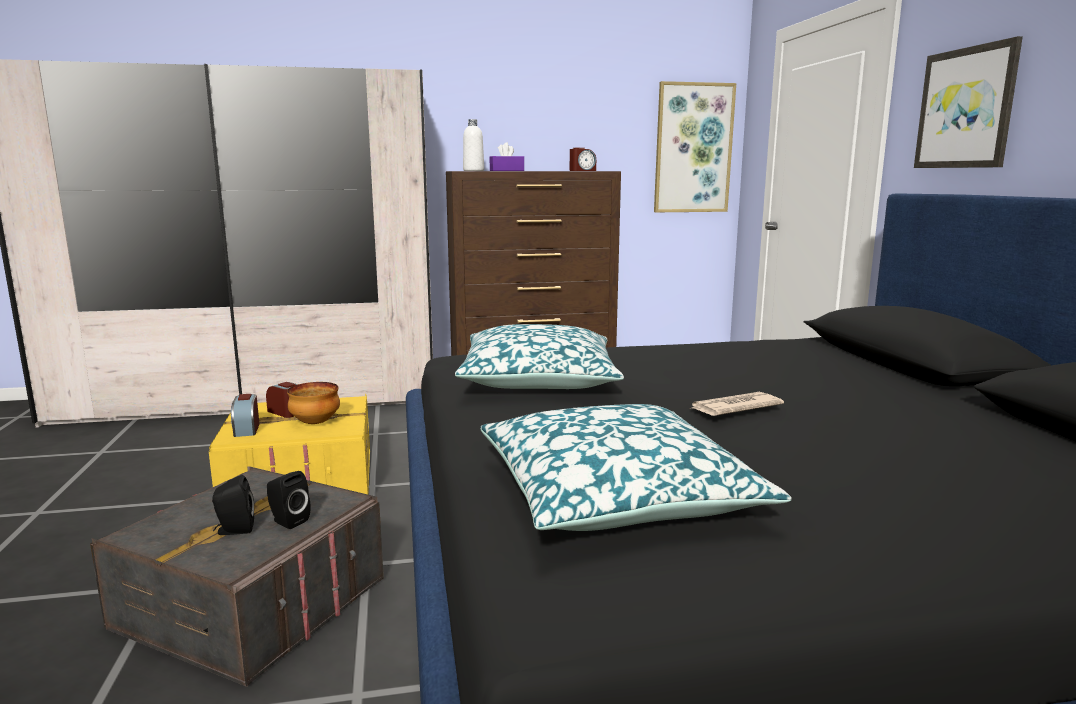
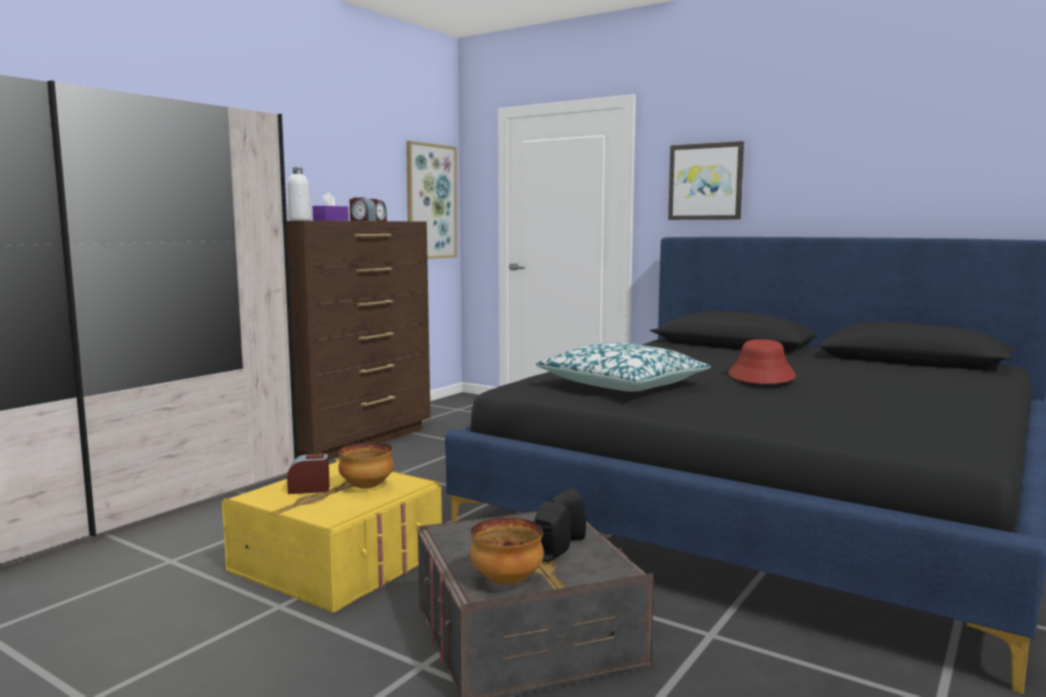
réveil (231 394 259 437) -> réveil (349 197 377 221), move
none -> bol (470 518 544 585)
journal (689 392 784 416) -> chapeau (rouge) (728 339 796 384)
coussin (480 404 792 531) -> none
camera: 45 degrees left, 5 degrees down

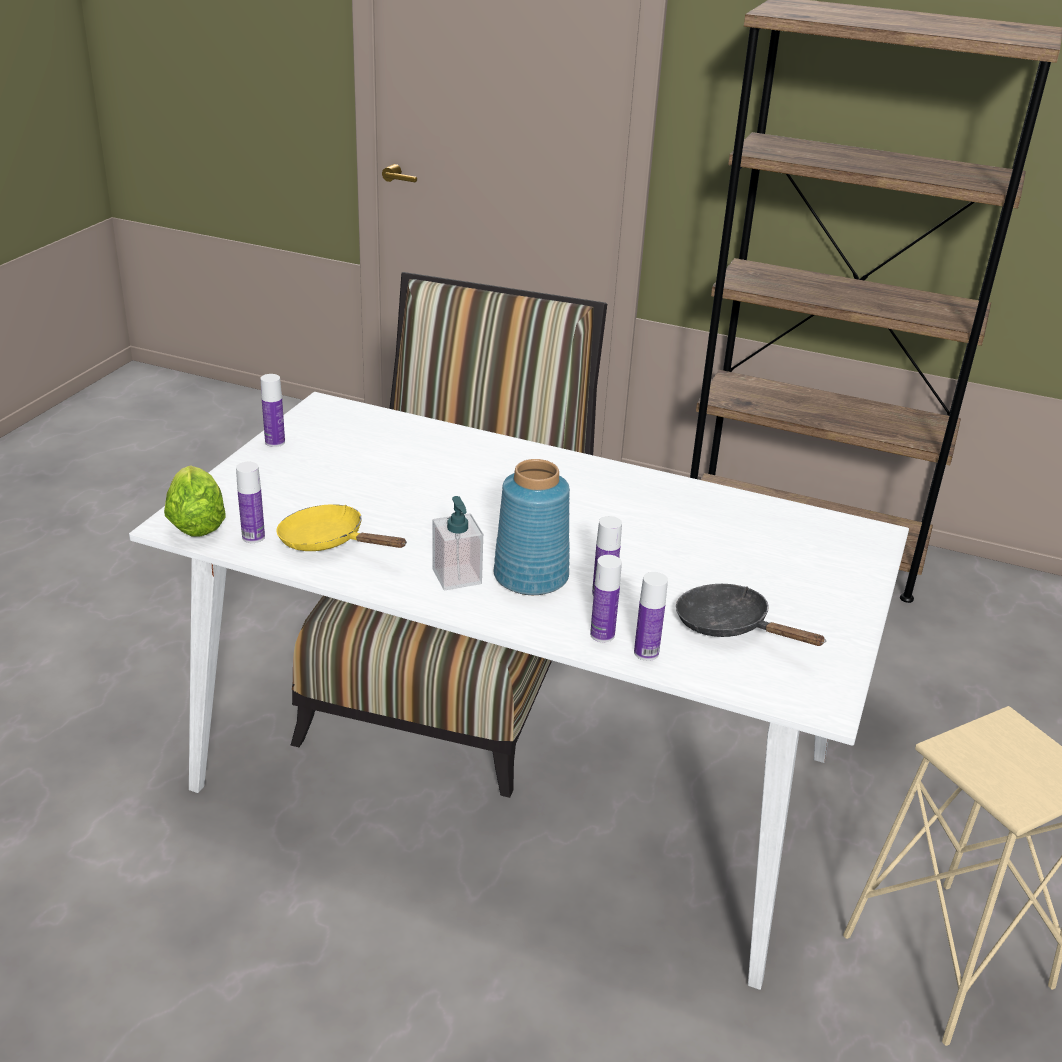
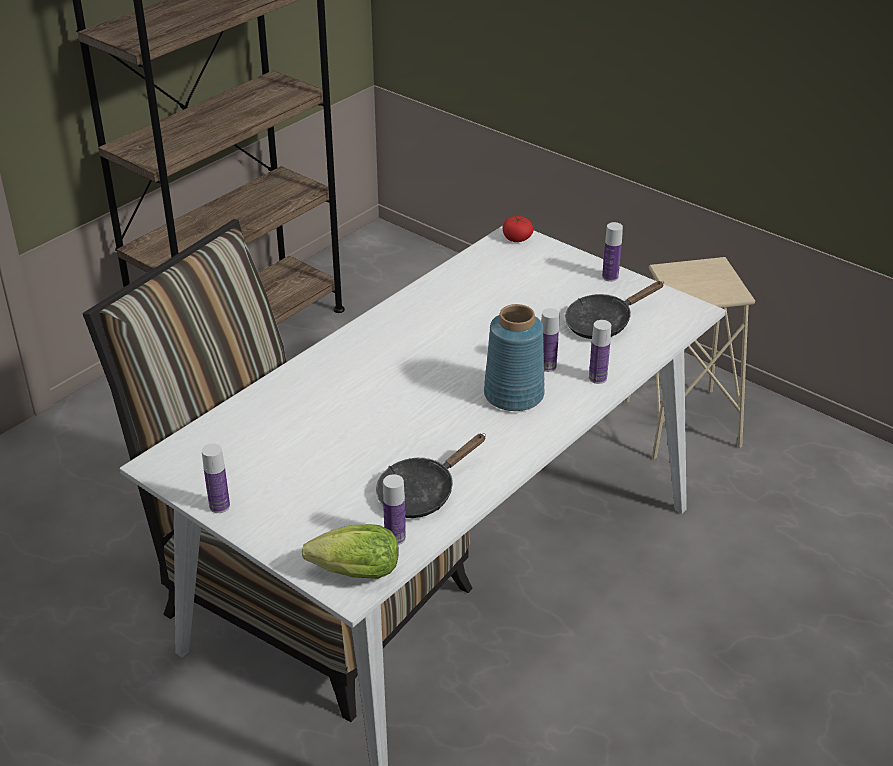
poêle (jaune) (277 504 407 551) -> poêle (noir) (376 433 486 518)
none -> tomate (503 216 533 242)
bouteille (634 572 668 661) -> bouteille (602 222 623 282), move
distributeur de savon (432 496 483 590) -> none
camera: 70 degrees left, 5 degrees up

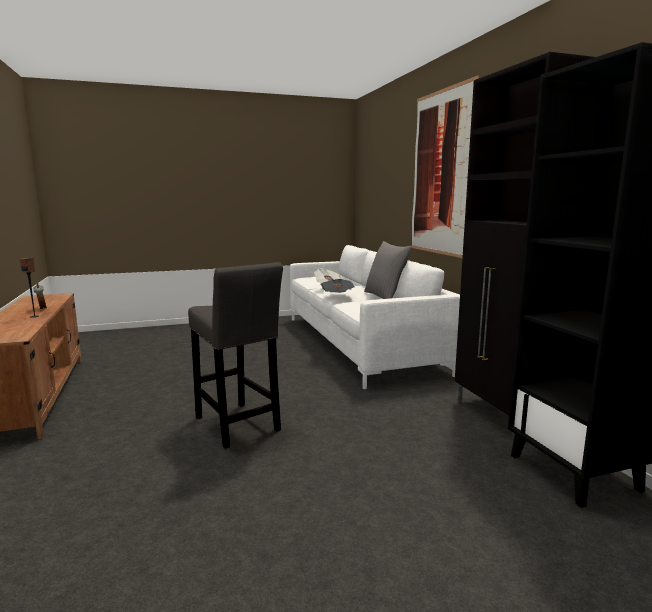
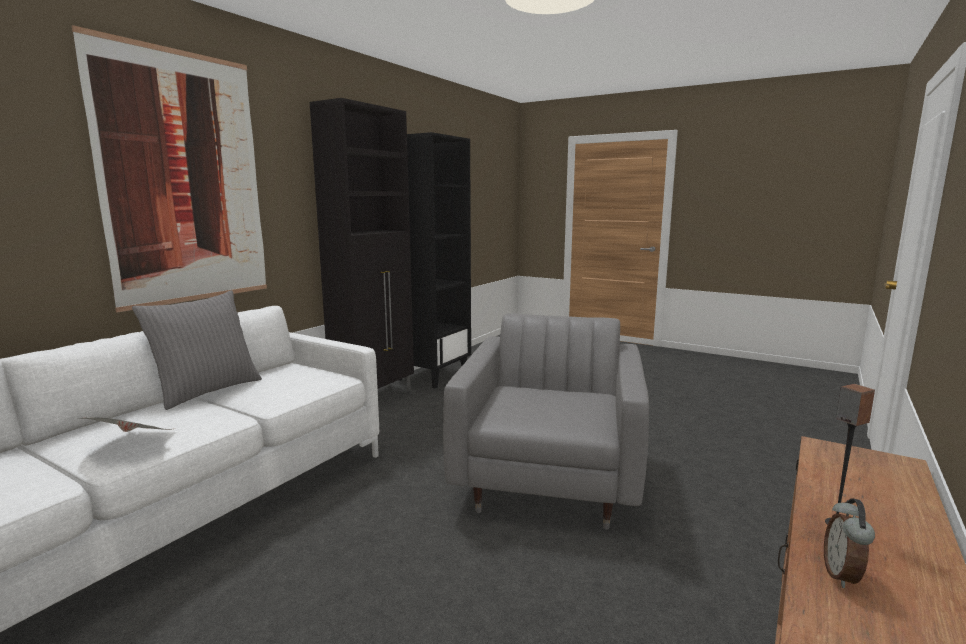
tabouret (gris) (188 262 283 449) -> fauteuil (gris) (443 313 649 530)
journal (321 279 355 293) -> none
camera: 130 degrees left, 0 degrees up

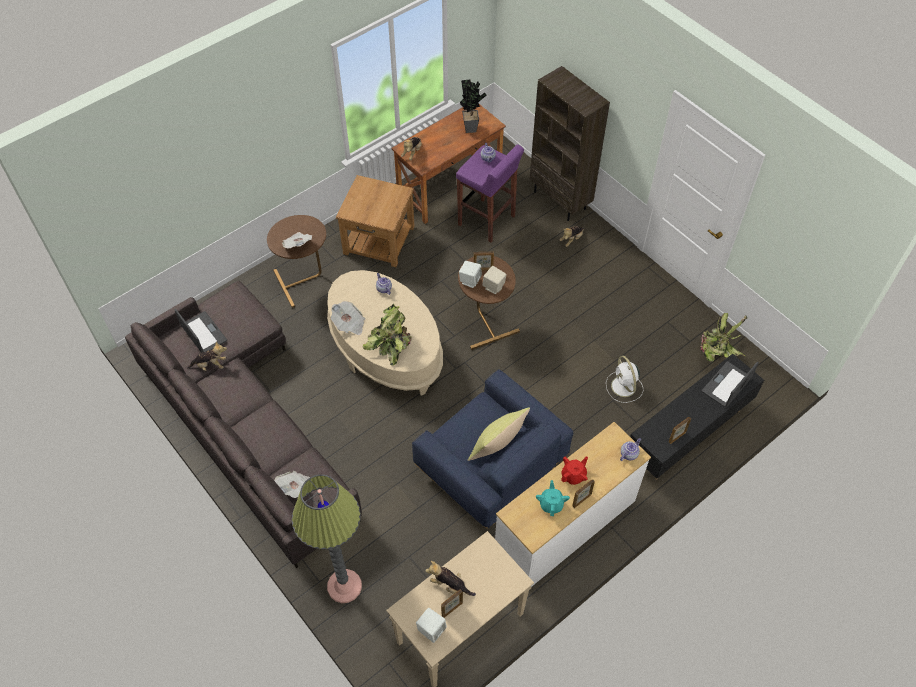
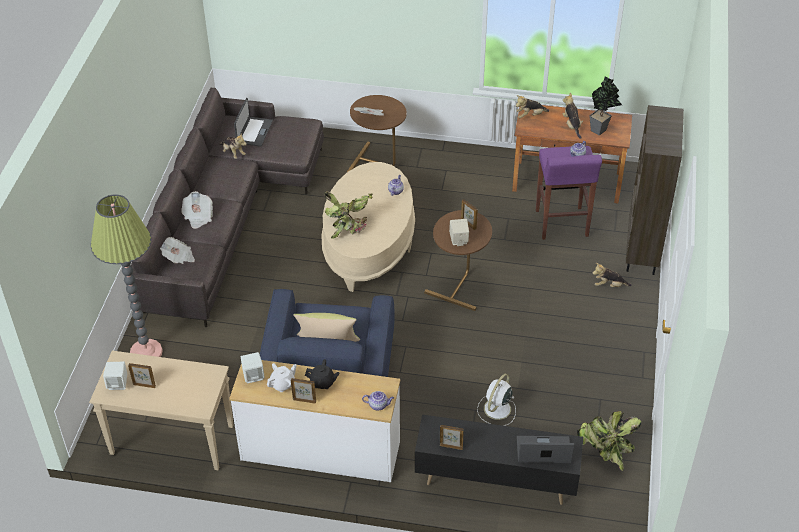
journal (331 301 365 335) -> journal (181 191 213 229), move
enceinte (blanc) (459 261 482 288) -> enceinte (blanc) (241 352 265 383), move
théière (turquoise) (536 480 570 516) -> théière (blanc) (267 363 297 392)
théière (rouge) (561 456 588 485) -> théière (noir) (305 359 339 389)
peluche (425 561 476 596) -> peluche (563 93 583 139), move
table d'appoint (marron) (336 175 415 267) -> none
camera: 50 degrees right, 10 degrees down

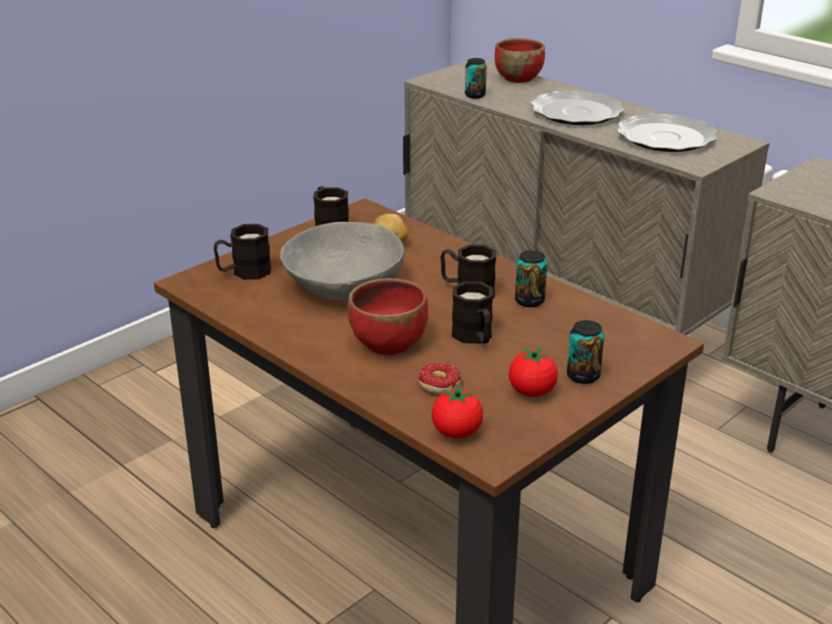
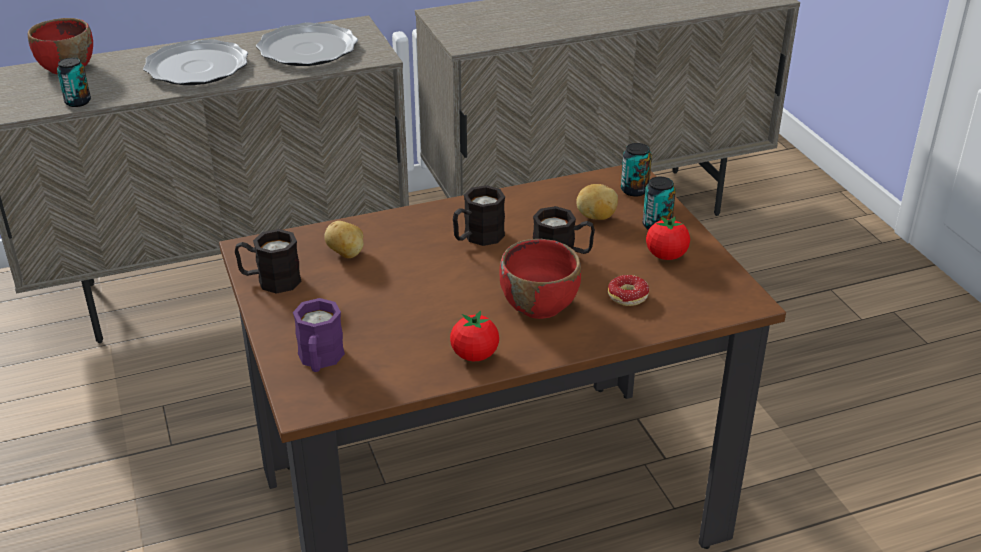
mug (noir) (214 224 271 280) -> mug (violet) (293 298 345 372)
tomate (431 385 483 439) -> tomate (450 310 499 361), move
none -> pomme de terre (576 184 618 220)
boîte métallique (515 250 547 307) -> boîte métallique (621 143 652 197), move
bol (gris) (280 222 404 300) -> none
camera: 65 degrees left, 5 degrees up

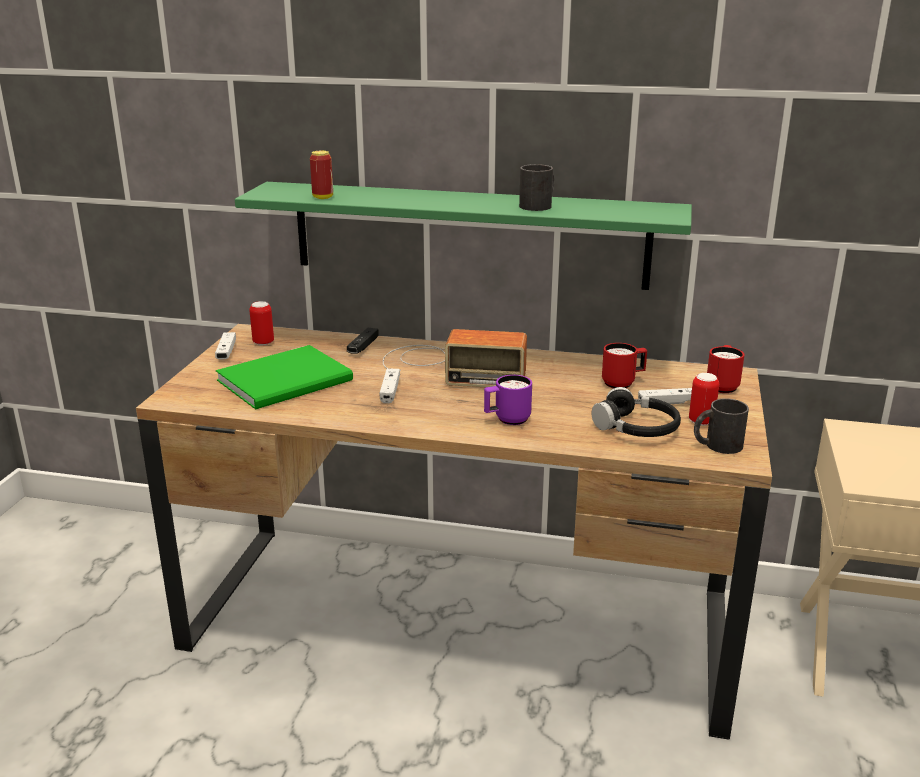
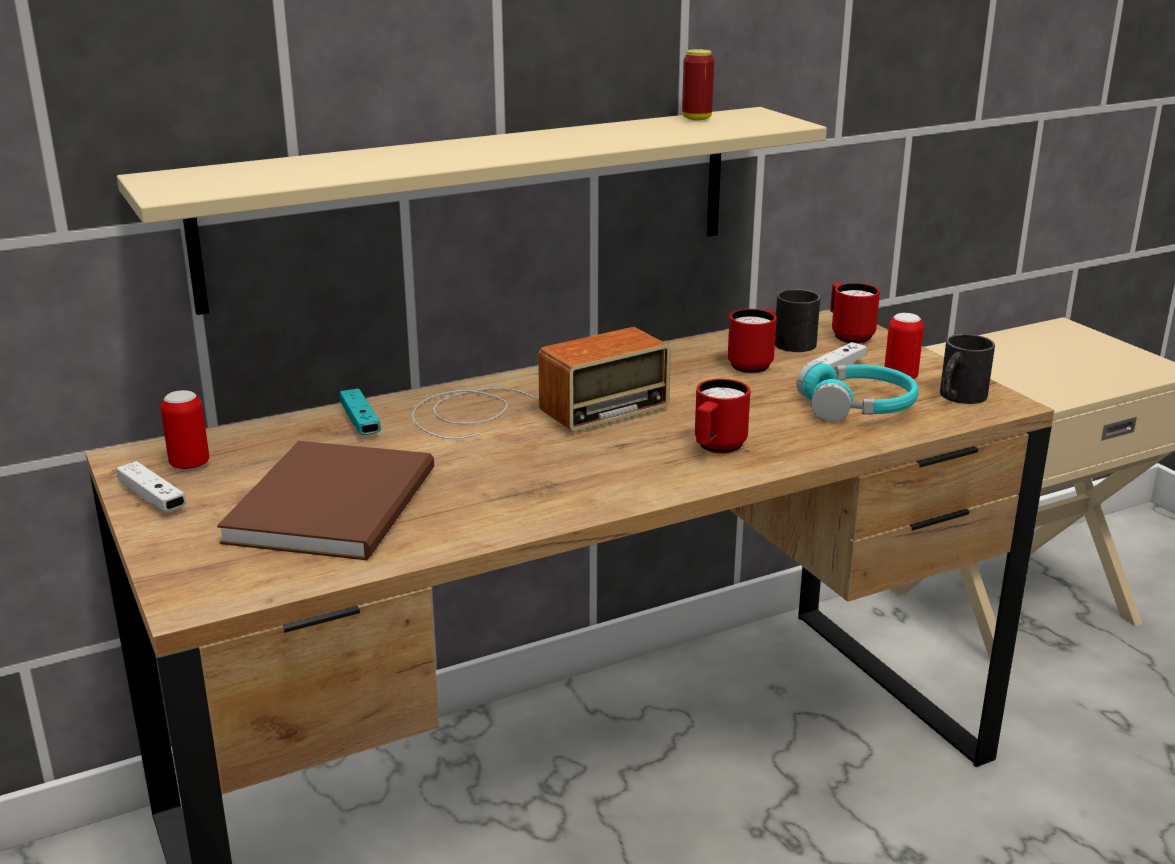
étagère (vert) (235 182 692 290) -> étagère (beige) (117 107 827 315)
livre (vert) (216 345 353 410) -> livre (marron) (217 441 434 560)
manette (noir) (347 328 379 354) -> manette (turquoise) (340 388 381 435)
boîte métallique (310 151 333 199) -> boîte métallique (682 49 714 121), move
mug (violet) (484 375 532 425) -> mug (rouge) (695 379 751 453)
mug (noir) (519 164 554 211) -> mug (noir) (775 289 820 352), move
casque audio (noir) (591 387 681 437) -> casque audio (turquoise) (796 361 919 422)
manette (blanc) (380 369 400 403) -> none
camera: 40 degrees left, 0 degrees up

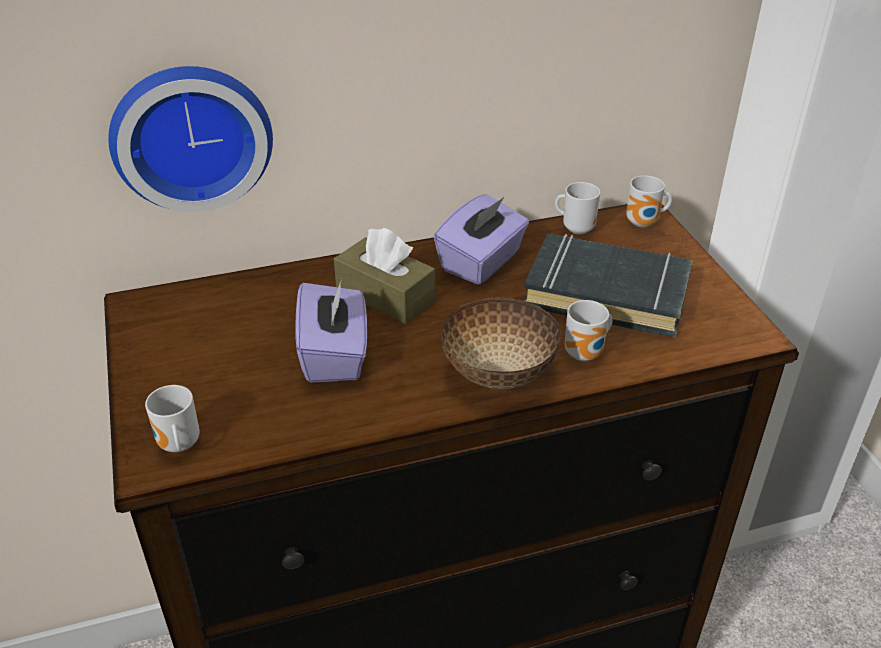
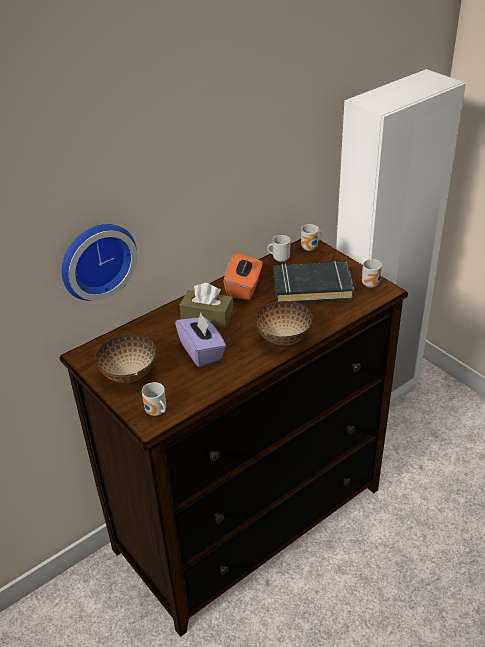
none -> bol (95 334 156 383)
boîte à mouchoirs (violet) (434 194 529 285) -> boîte à mouchoirs (orange) (223 253 263 300)
mug (565 300 613 361) -> mug (362 259 382 288), move
camera: 20 degrees left, 0 degrees up

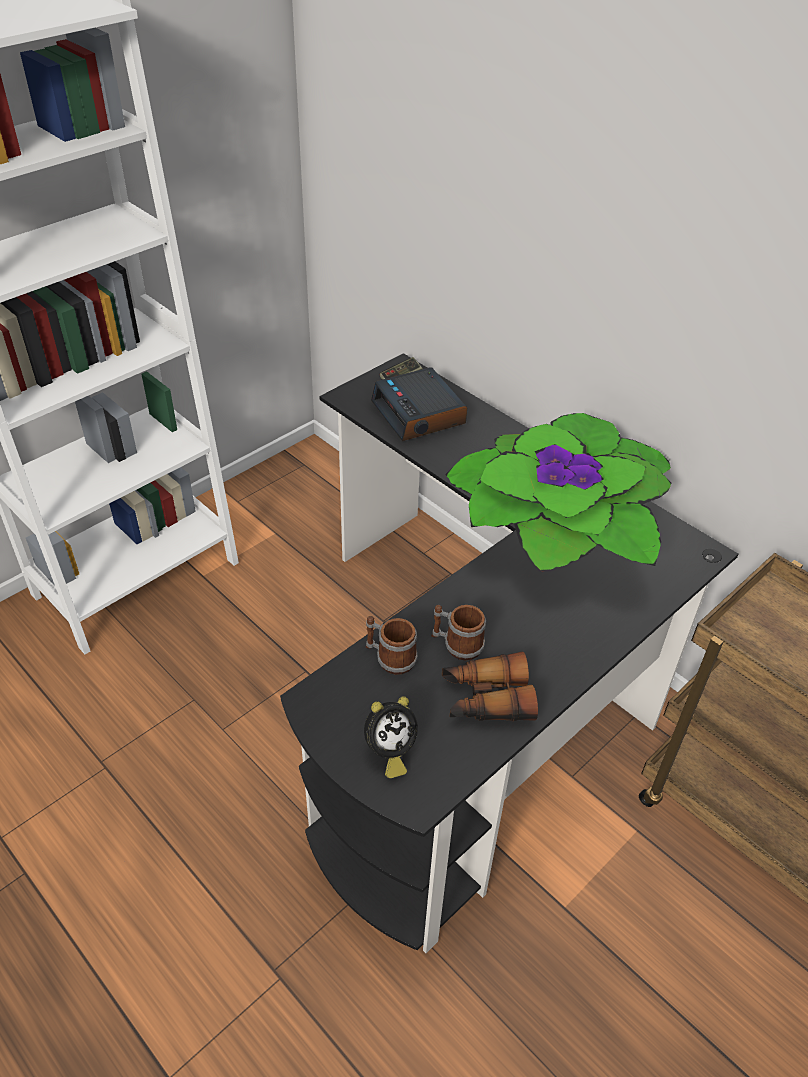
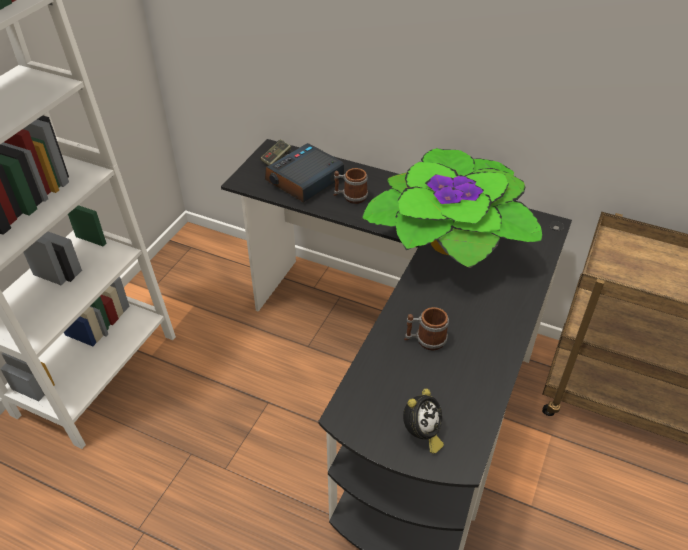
réveil (371 367 467 441) -> réveil (265 143 344 202), 90 degrees clockwise
mug (366 616 418 675) -> mug (334 168 368 204), move
jumelles (442 651 538 721) -> none
camera: 20 degrees left, 0 degrees up

